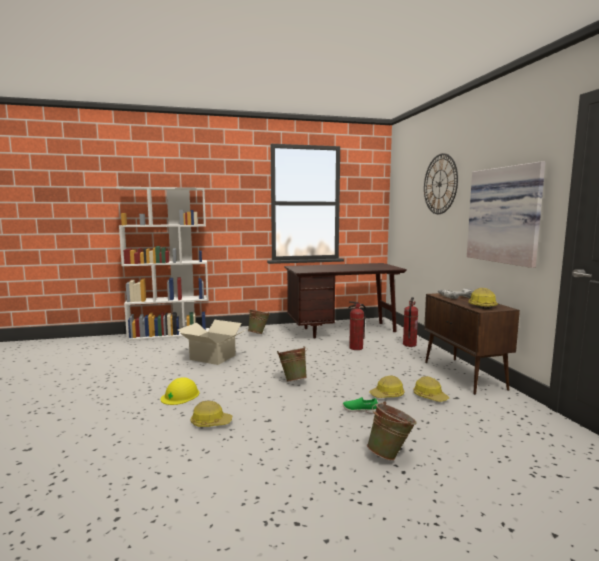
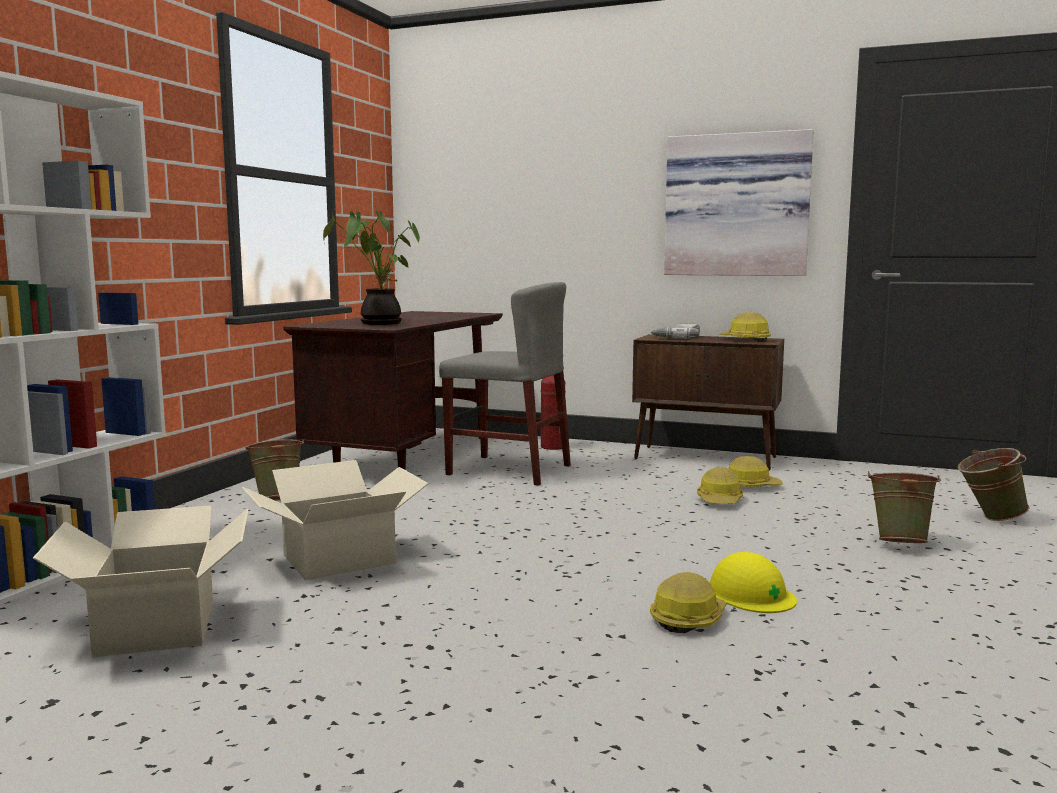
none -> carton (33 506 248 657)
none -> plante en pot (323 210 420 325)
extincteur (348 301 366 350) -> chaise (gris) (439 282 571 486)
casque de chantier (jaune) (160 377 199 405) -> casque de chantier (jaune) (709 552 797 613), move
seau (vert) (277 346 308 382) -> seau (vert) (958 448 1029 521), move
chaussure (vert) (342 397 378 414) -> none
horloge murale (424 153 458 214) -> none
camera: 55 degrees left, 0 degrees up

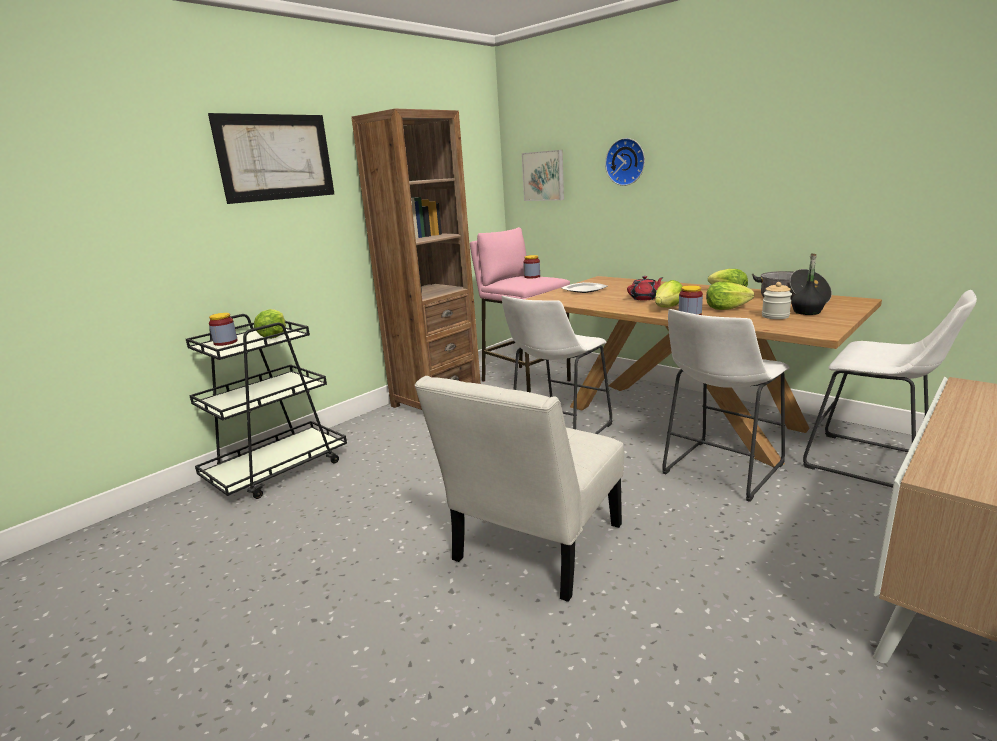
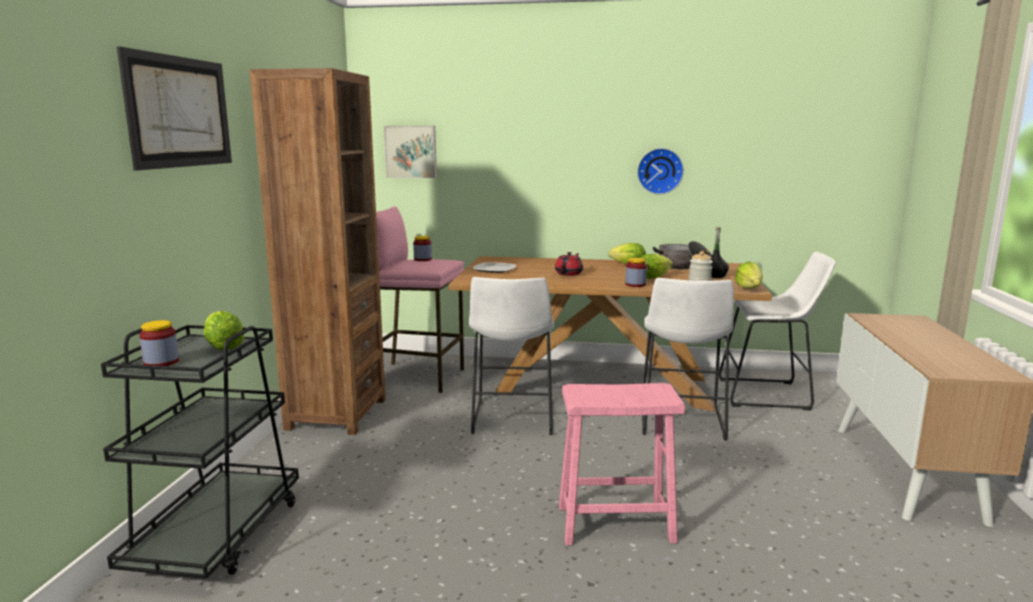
chaise (blanc) (415 376 624 602) -> tabouret (rose) (559 383 685 545)
horloge murale (605 138 645 186) -> horloge murale (637 148 684 194), move
laitue (655 280 683 308) -> laitue (735 261 763 289), move
camera: 35 degrees left, 5 degrees down

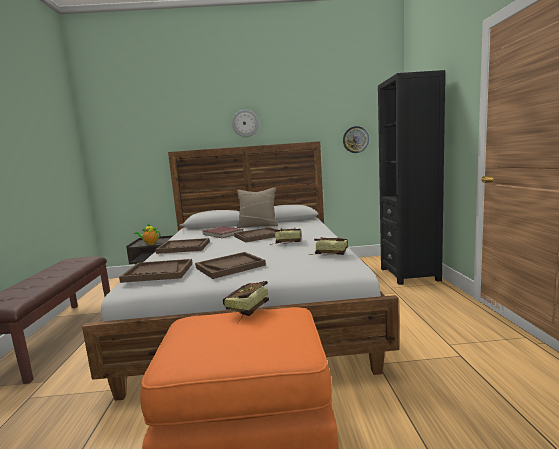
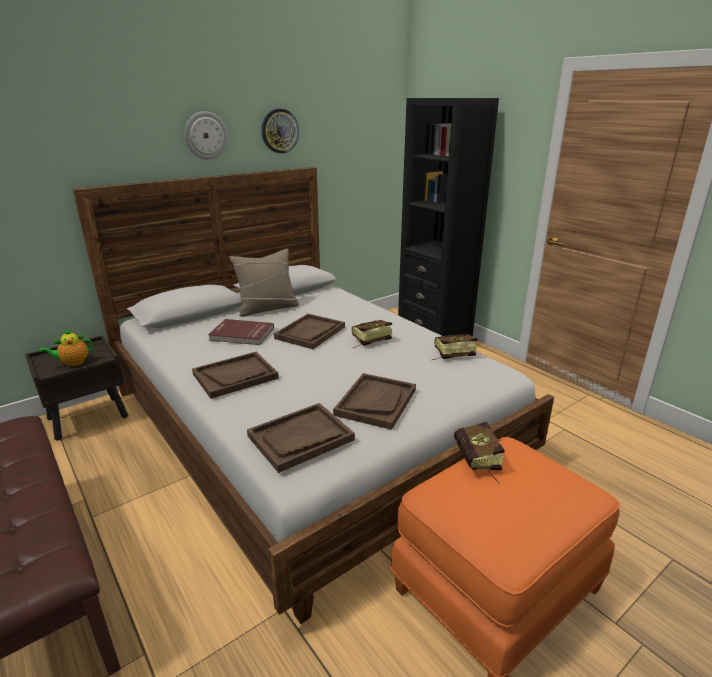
horloge murale (343 126 369 153) -> horloge murale (261 109 299 153), move
camera: 35 degrees left, 15 degrees up

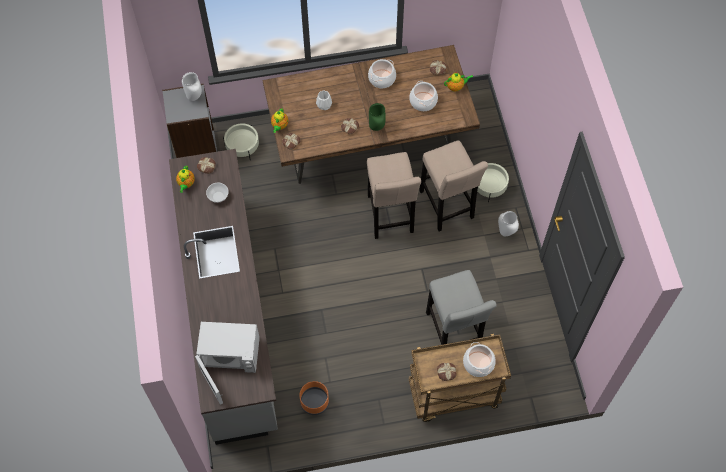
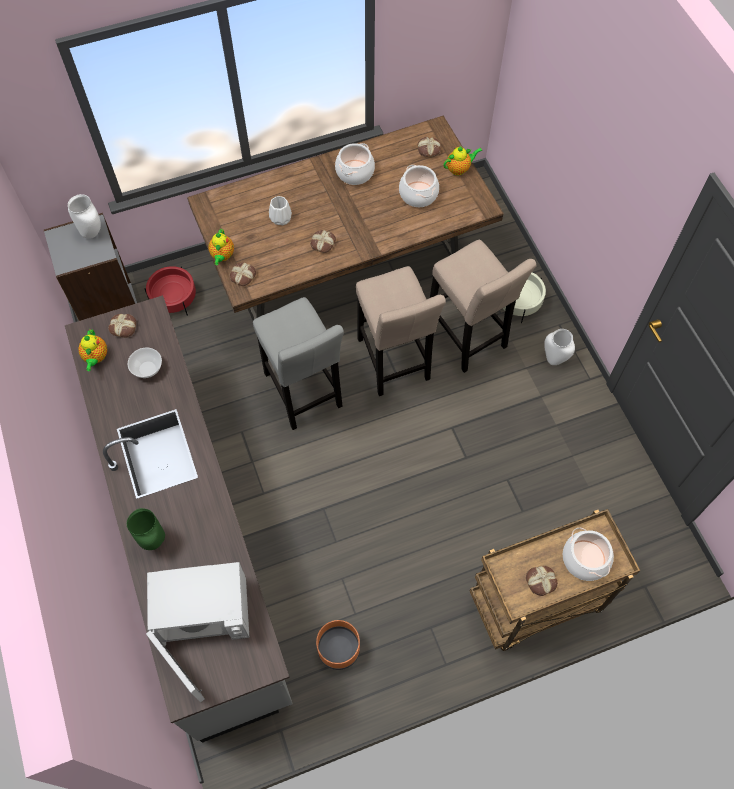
vase (vert) (369 103 386 131) -> vase (vert) (127 508 165 550), move
cache-pot (beige) (223 123 259 159) -> cache-pot (rouge) (144 266 196 316)
tabouret (gris) (426 270 497 345) -> tabouret (gris) (253 297 344 430), move
camera: 10 degrees left, 0 degrees up

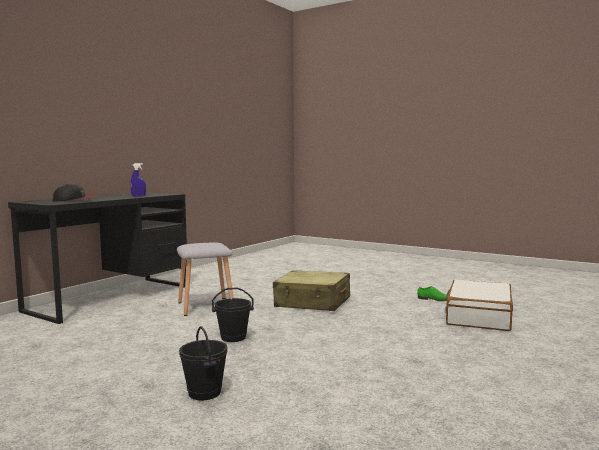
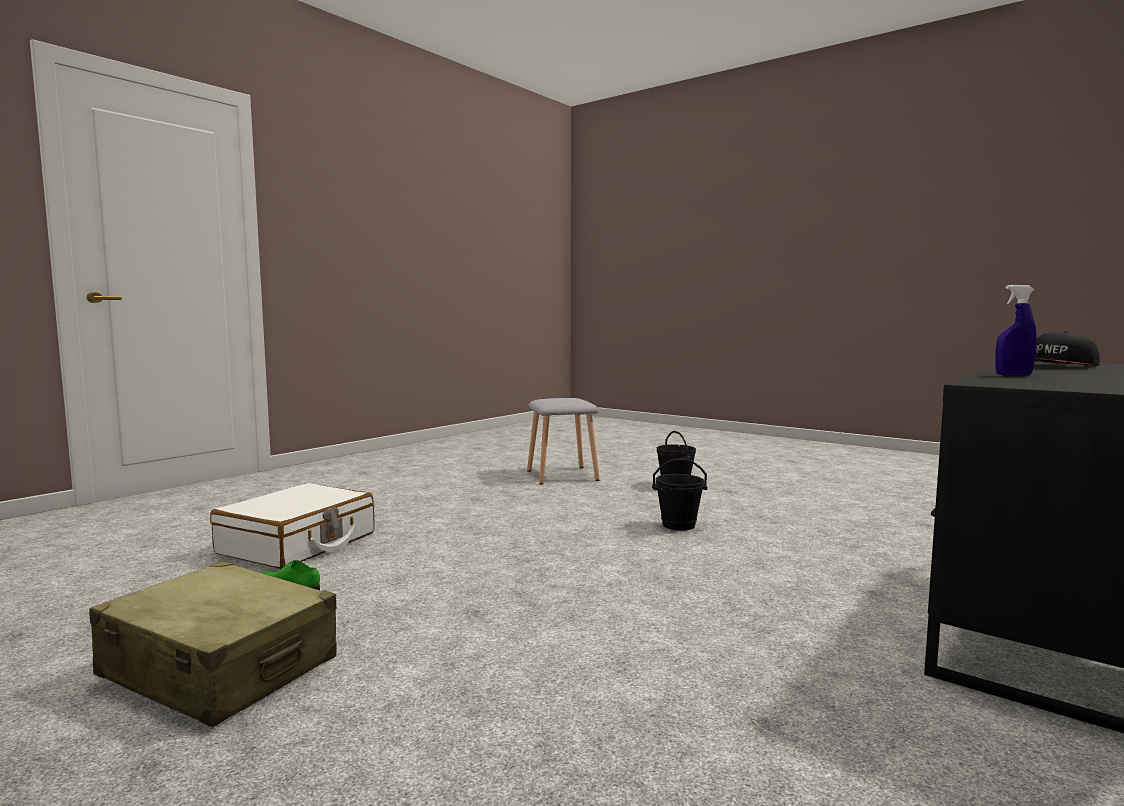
valise (beige) (273 270 350 311) -> valise (beige) (89 561 337 727), move
tabouret (gris) (177 243 233 316) -> tabouret (gris) (527 398 600 485), move
camera: 175 degrees left, 0 degrees up

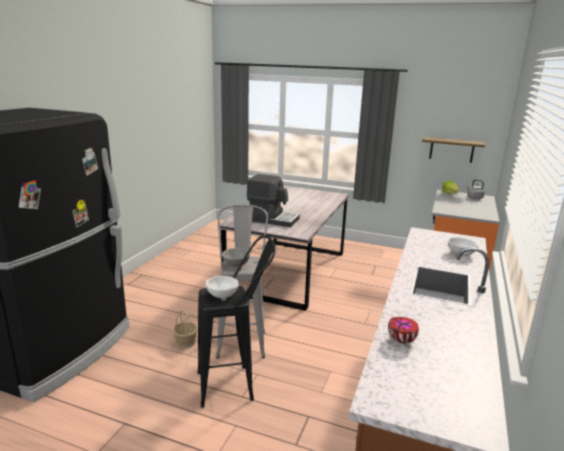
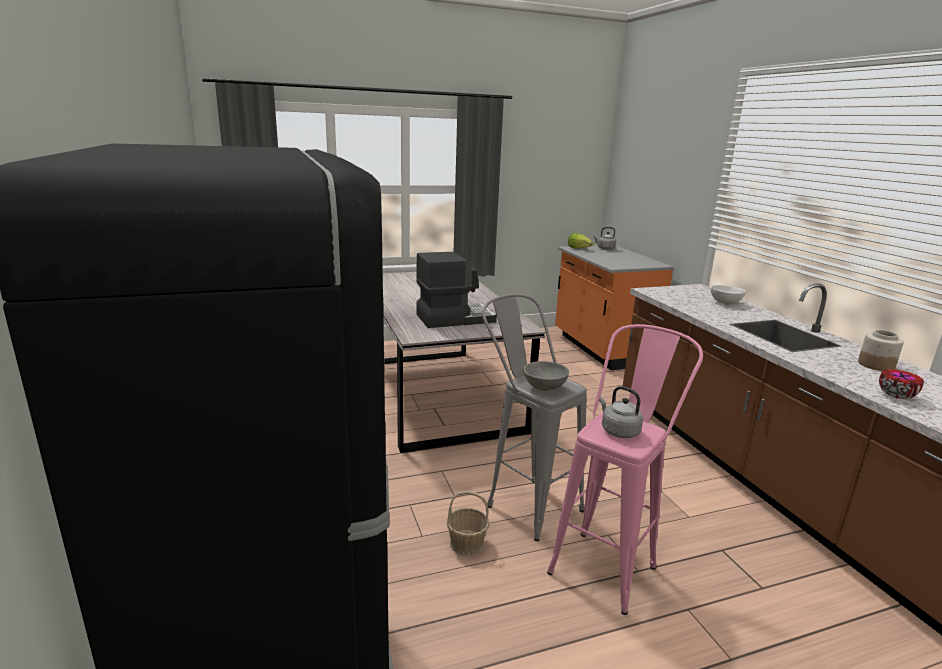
tabouret (noir) (198 235 276 408) -> tabouret (rose) (547 324 703 615)
bol (blanc) (206 276 239 298) -> bouilloire (gris) (599 386 643 438)
none -> bocal (858 330 904 371)
étagère (422 137 485 163) -> none
camera: 40 degrees left, 0 degrees up

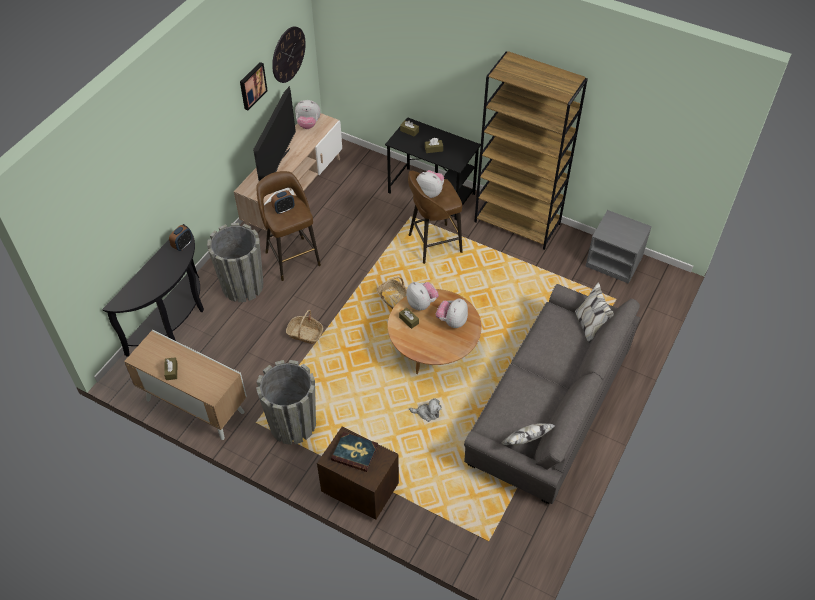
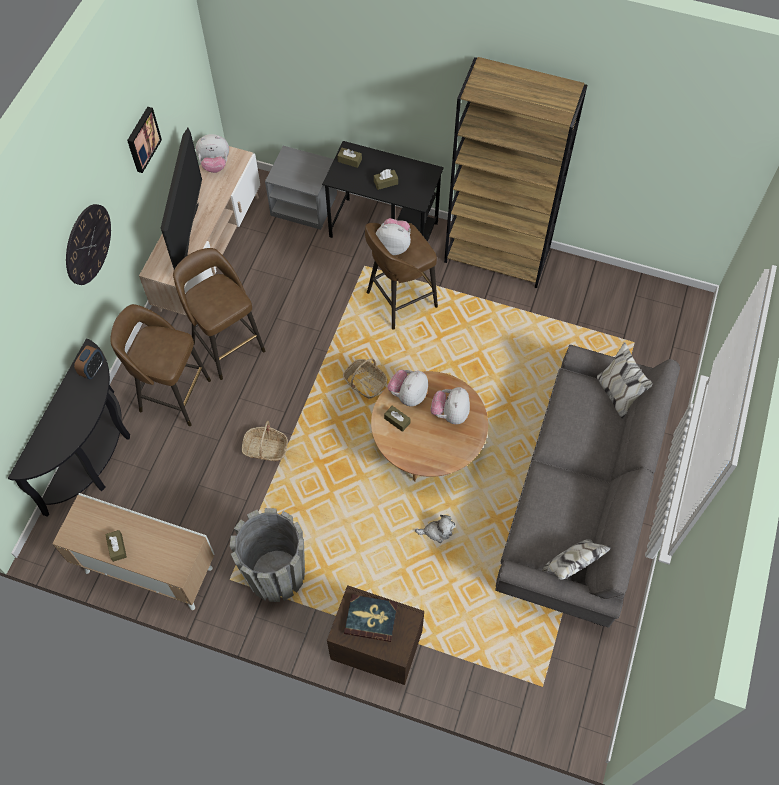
horloge murale (272 26 306 83) -> horloge murale (66 204 111 285), move
cache-pot (gris) (207 223 263 302) -> tabouret (marron) (110 304 211 426)
table de chevet (gris) (585 210 652 284) -> table de chevet (gris) (265 146 337 230), move
peluche (406 282 439 311) -> peluche (387 370 428 406), 105 degrees counterclockwise
réveil (271 190 294 214) -> none
camera: 10 degrees left, 10 degrees up

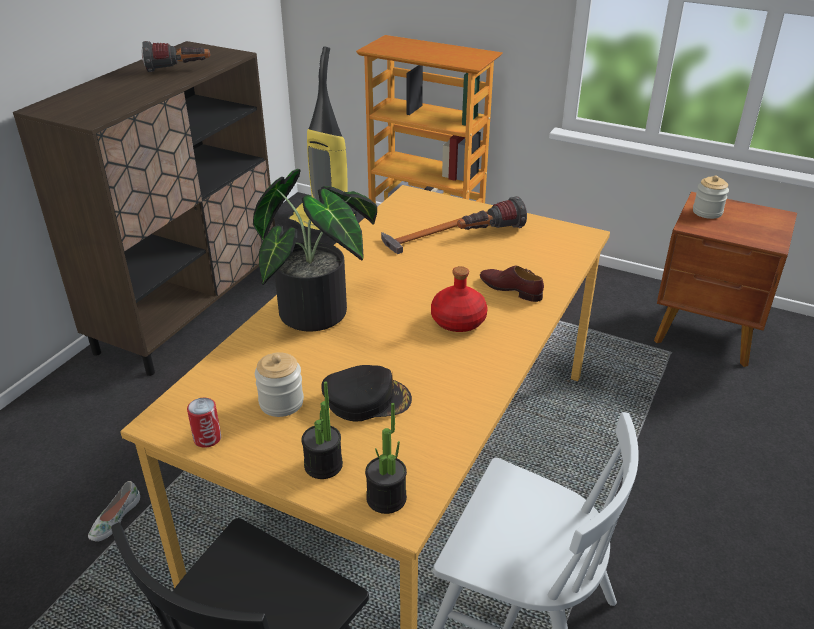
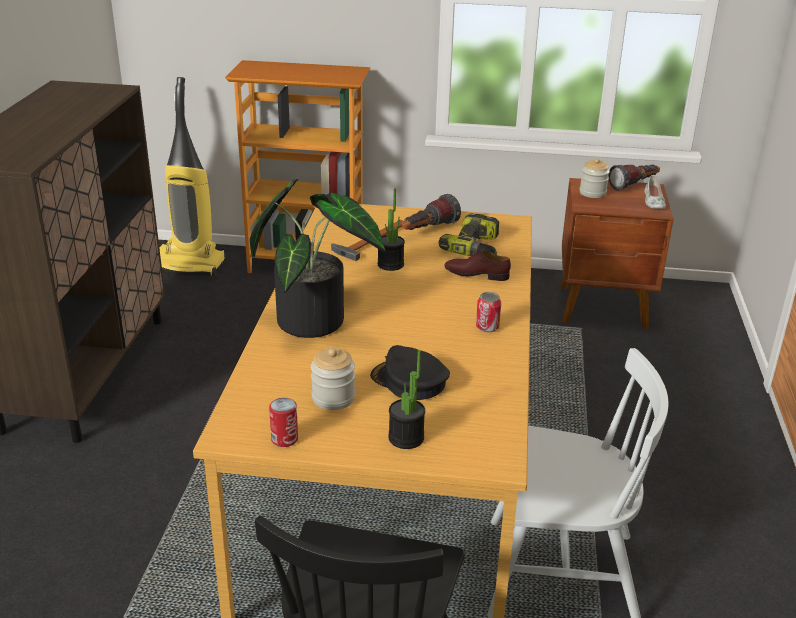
casquette (noir) (321 365 412 422) -> casquette (noir) (370 345 450 400), 120 degrees counterclockwise
plante en pot (365 403 407 514) -> plante en pot (377 188 405 271), move
none -> perceuse (439 213 499 256)
none -> boîte métallique (476 292 501 332)
lampe de poche (142 41 210 72) -> lampe de poche (608 165 660 191), move
chaussure (blanc) (88 481 140 542) -> chaussure (blanc) (644 175 666 209), move
bouteille (rouge) (431 266 488 332) -> none
camera: 20 degrees left, 5 degrees down

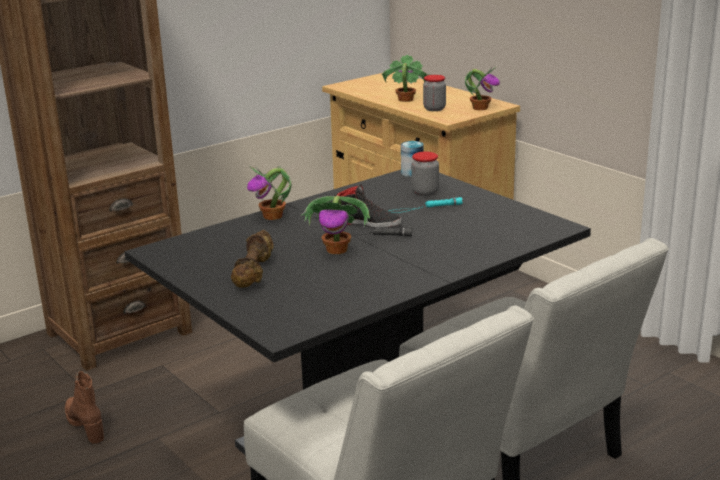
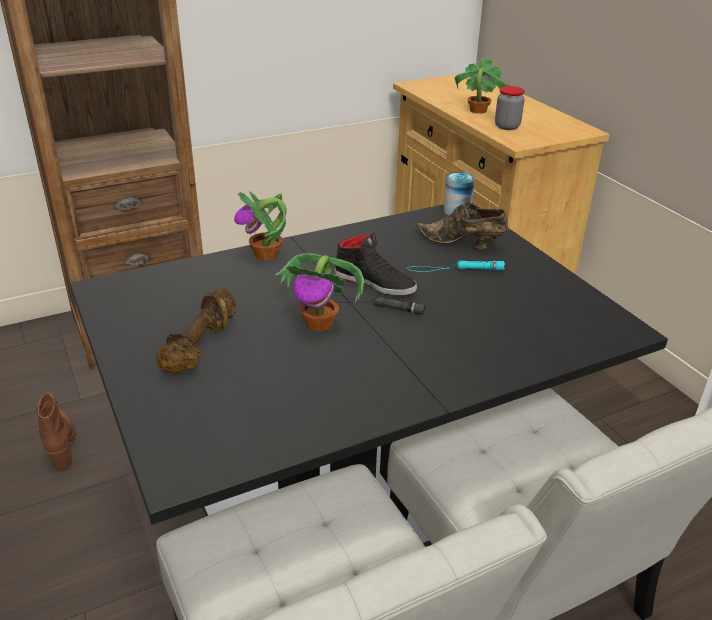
bocal (411 152 439 196) -> chaussure (marron) (417 202 508 250)
plante en pot (465 66 500 110) -> none
camera: 10 degrees right, 10 degrees up

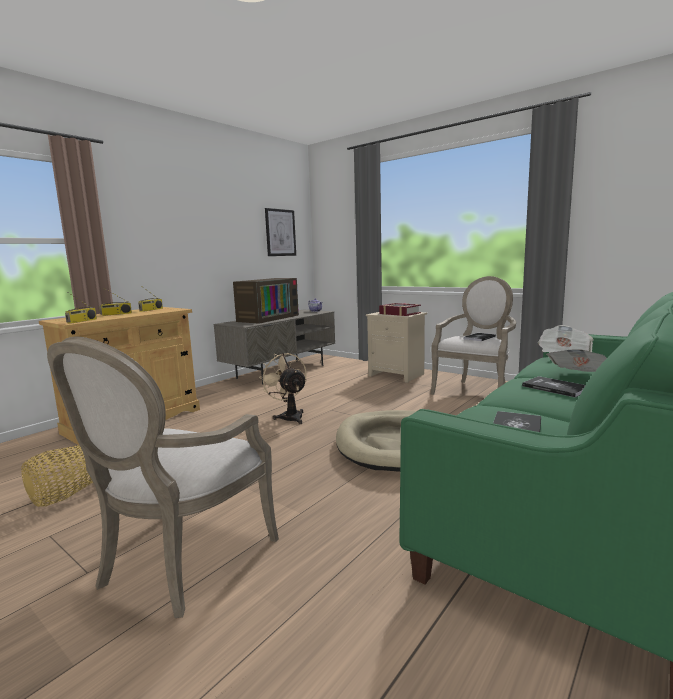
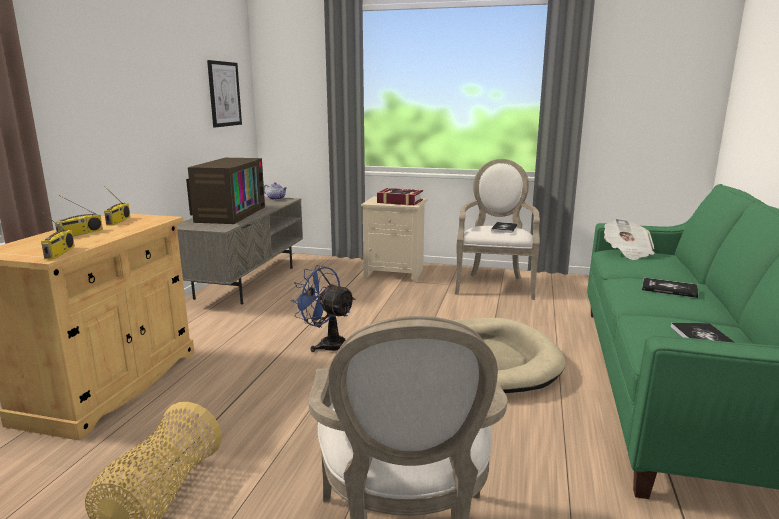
ventilateur (beige) (259 353 307 424) -> ventilateur (bleu) (291 265 355 352)
journal (546 349 607 372) -> none
camera: 25 degrees left, 5 degrees up

